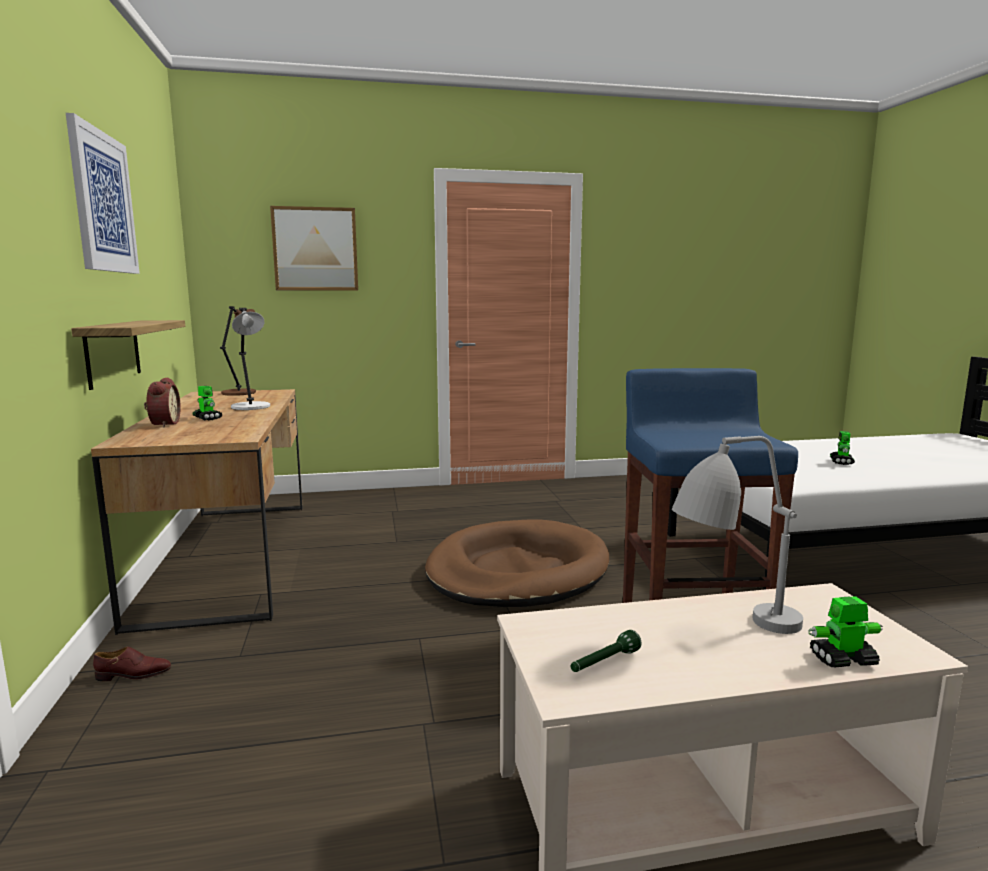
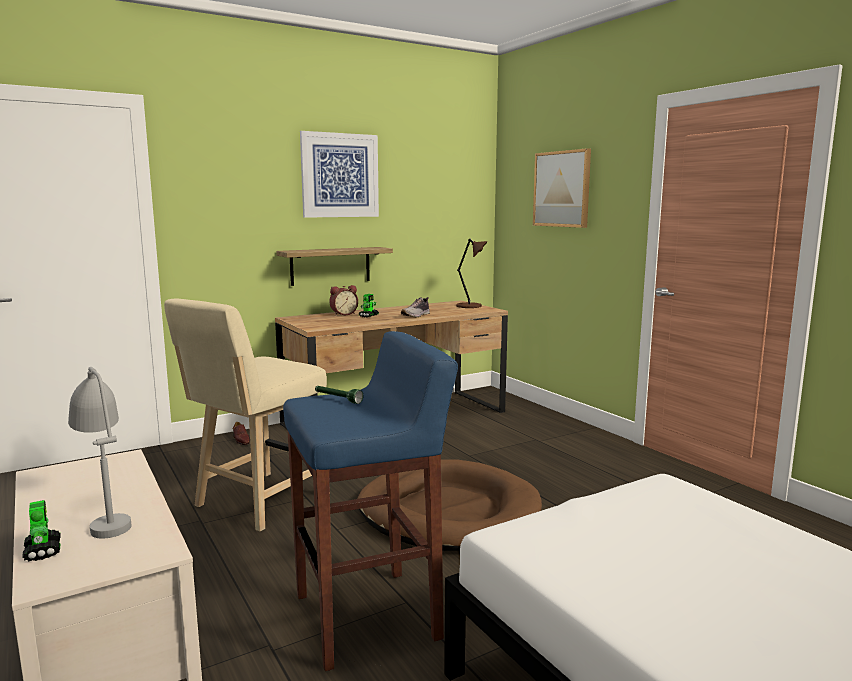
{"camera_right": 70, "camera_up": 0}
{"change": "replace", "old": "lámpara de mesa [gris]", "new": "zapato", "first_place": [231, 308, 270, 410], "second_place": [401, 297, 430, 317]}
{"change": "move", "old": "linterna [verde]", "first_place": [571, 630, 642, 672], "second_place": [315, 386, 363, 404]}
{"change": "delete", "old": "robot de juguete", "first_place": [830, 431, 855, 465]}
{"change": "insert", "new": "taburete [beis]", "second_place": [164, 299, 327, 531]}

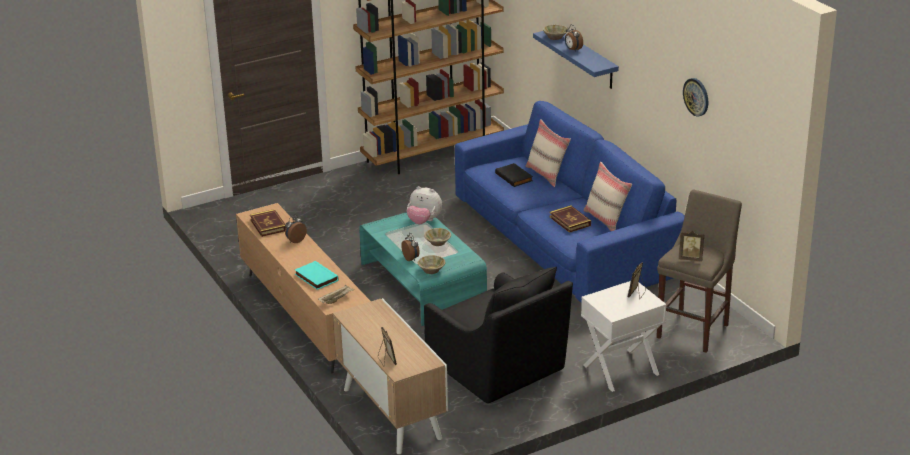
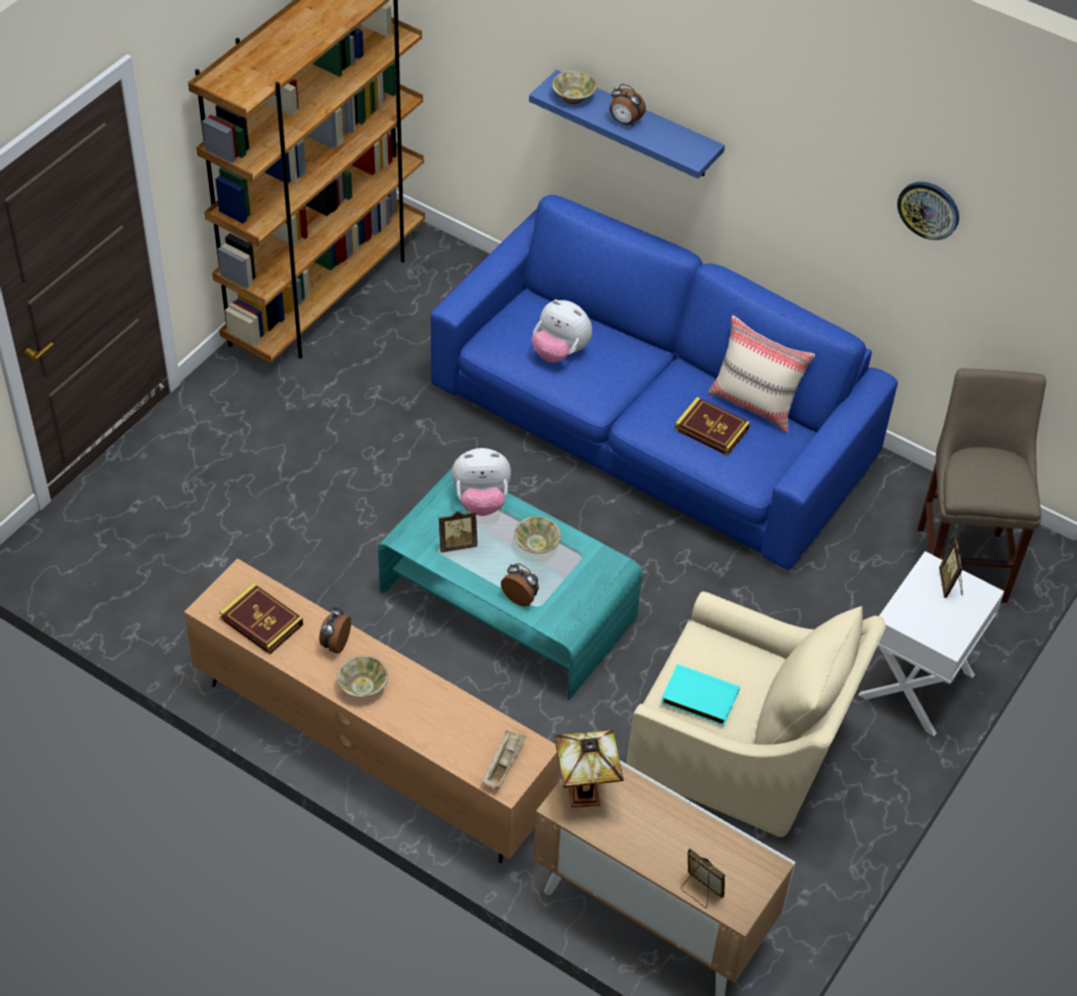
{"camera_right": -30, "camera_up": 20}
{"change": "move", "old": "libro [turquesa]", "first_place": [295, 261, 338, 290], "second_place": [661, 664, 740, 726]}
{"change": "move", "old": "cuenco [beis]", "first_place": [418, 255, 446, 274], "second_place": [337, 656, 388, 698]}
{"change": "recolor", "old": "sillón [negro]", "new": "sillón [beis]", "first_place": [424, 267, 573, 403], "second_place": [626, 591, 886, 837]}
{"change": "replace", "old": "libro [negro]", "new": "peluche", "first_place": [495, 163, 533, 187], "second_place": [532, 299, 592, 363]}
{"change": "delete", "old": "cojín [beis]", "first_place": [525, 119, 571, 187]}
{"change": "move", "old": "portarretratos", "first_place": [679, 230, 704, 262], "second_place": [439, 511, 477, 553]}
{"change": "insert", "new": "lámpara de mesa", "second_place": [555, 730, 624, 807]}

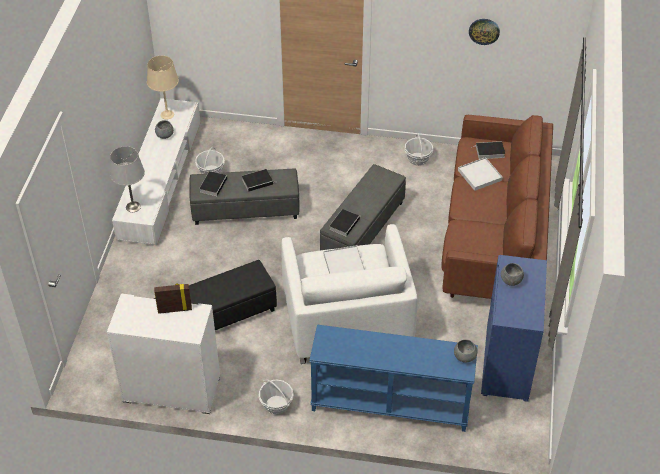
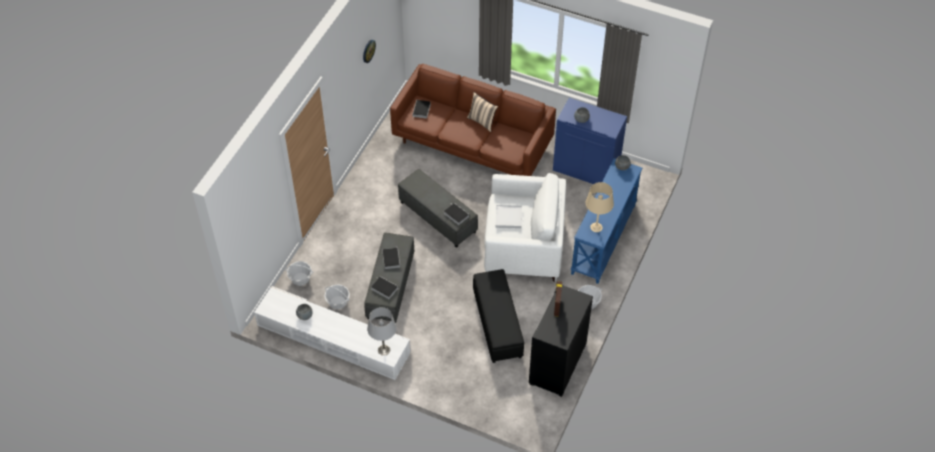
{"camera_right": -75, "camera_up": 5}
{"change": "recolor", "old": "armario [blanco]", "new": "armario [negro]", "first_place": [107, 293, 220, 414], "second_place": [529, 285, 593, 397]}
{"change": "move", "old": "lámpara de mesa [beis]", "first_place": [147, 56, 179, 119], "second_place": [586, 182, 614, 232]}
{"change": "move", "old": "cesta", "first_place": [405, 134, 433, 166], "second_place": [285, 261, 313, 286]}
{"change": "delete", "old": "bandeja [blanco]", "first_place": [458, 157, 503, 191]}
{"change": "insert", "new": "cojín [beis]", "second_place": [467, 92, 498, 132]}

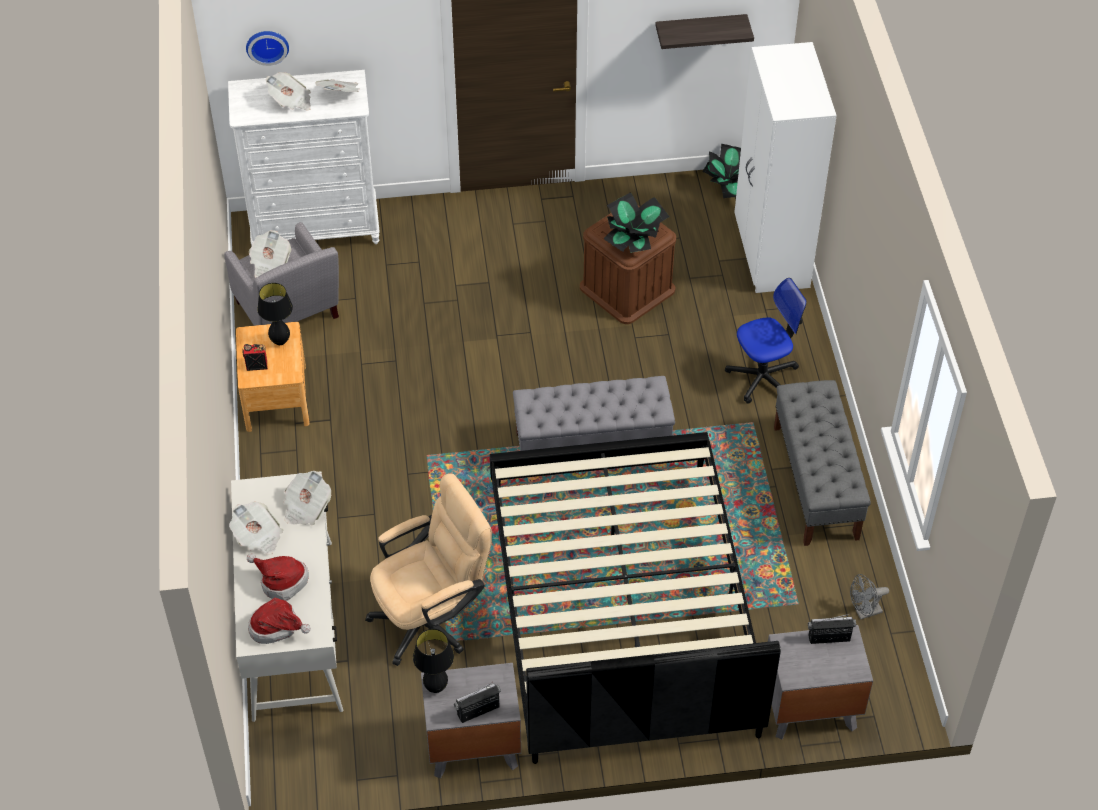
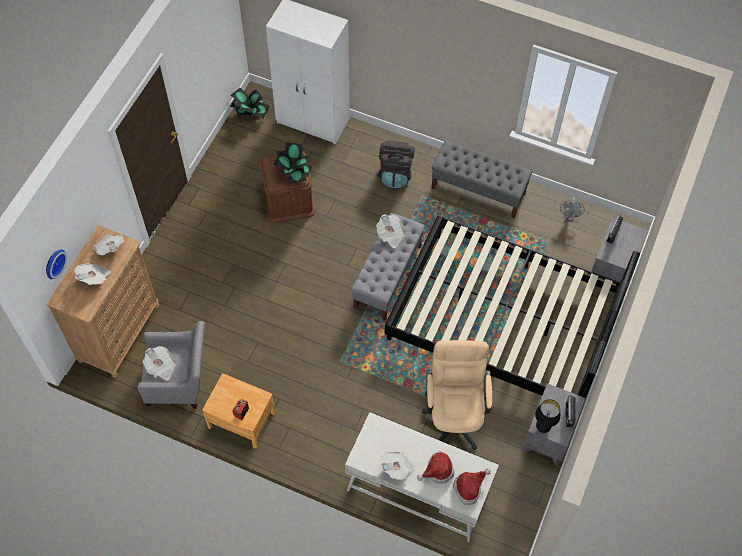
{"camera_right": -60, "camera_up": 10}
{"change": "recolor", "old": "cómoda [blanco]", "new": "cómoda [marrón]", "first_place": [228, 70, 380, 245], "second_place": [46, 225, 159, 377]}
{"change": "delete", "old": "lámpara de mesa [negro]", "first_place": [257, 283, 293, 345]}
{"change": "move", "old": "periódico", "first_place": [284, 471, 331, 525], "second_place": [376, 214, 405, 248]}
{"change": "delete", "old": "estante", "first_place": [655, 14, 754, 49]}
{"change": "replace", "old": "silla de oficina", "new": "mochila [negro]", "first_place": [725, 278, 807, 404], "second_place": [378, 140, 415, 188]}

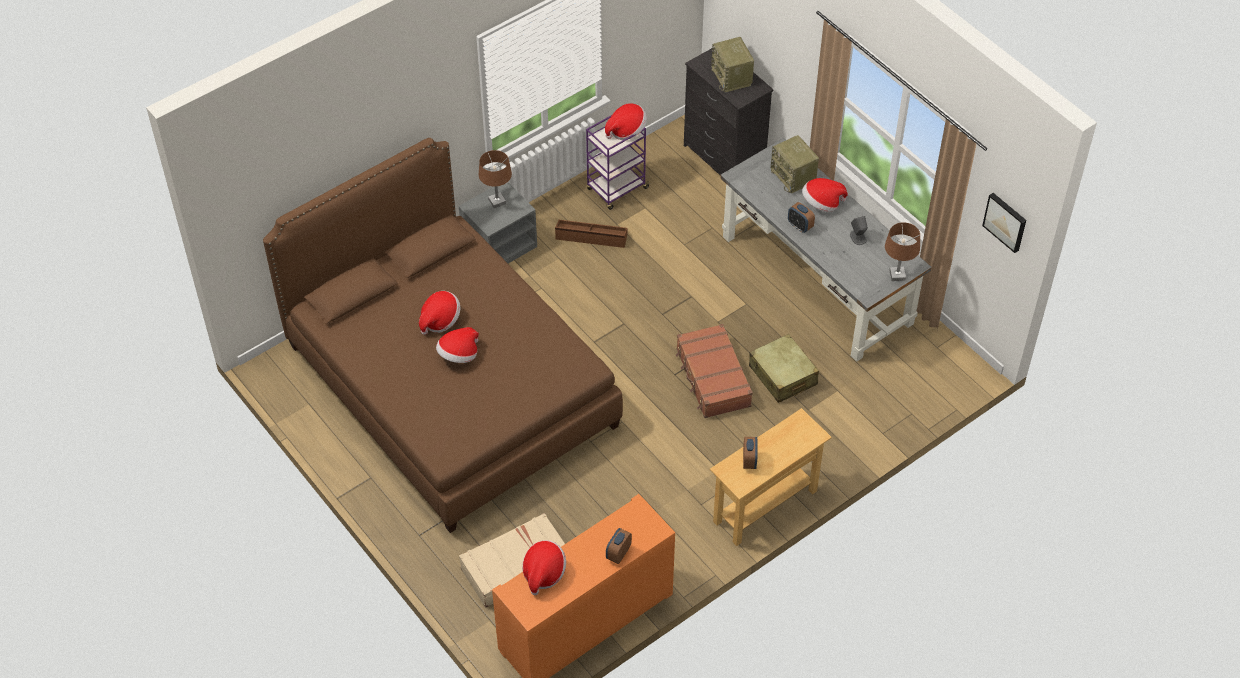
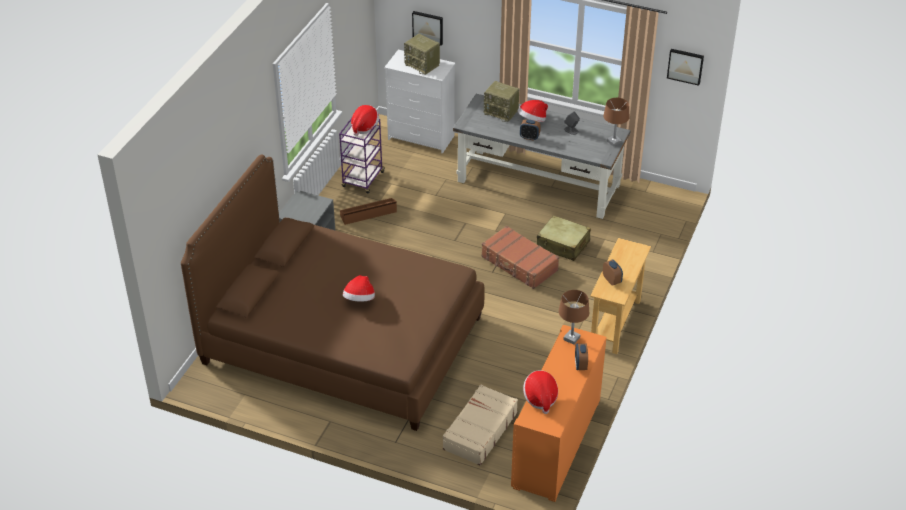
{"camera_right": -30, "camera_up": -10}
{"change": "delete", "old": "sombrero", "first_place": [419, 291, 460, 335]}
{"change": "move", "old": "lámpara de mesa [marrón]", "first_place": [479, 150, 512, 208], "second_place": [559, 290, 589, 345]}
{"change": "recolor", "old": "cómoda [negro]", "new": "cómoda [blanco]", "first_place": [684, 47, 774, 176], "second_place": [384, 50, 456, 154]}
{"change": "insert", "new": "cuadro", "second_place": [412, 11, 443, 46]}

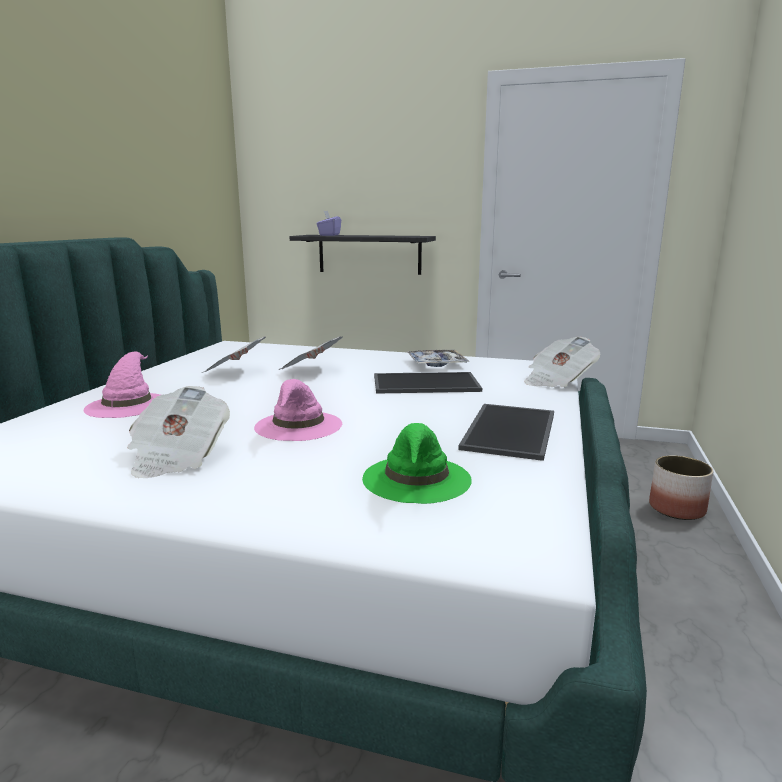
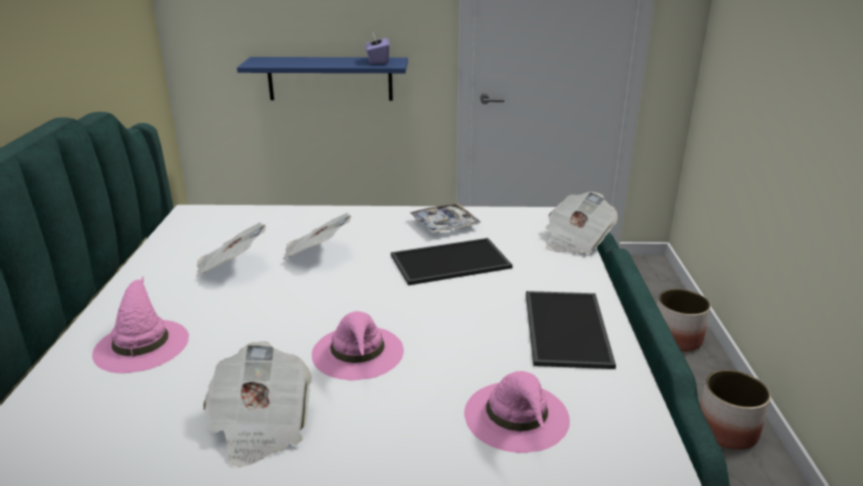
{"camera_right": -15, "camera_up": 10}
{"change": "recolor", "old": "estante [negro]", "new": "estante [azul]", "first_place": [289, 235, 436, 275], "second_place": [237, 57, 408, 101]}
{"change": "move", "old": "caja de pañuelos [morado]", "first_place": [316, 211, 341, 236], "second_place": [365, 32, 390, 64]}
{"change": "recolor", "old": "sombrero [verde]", "new": "sombrero [rosa]", "first_place": [362, 423, 472, 504], "second_place": [464, 371, 570, 453]}
{"change": "insert", "new": "maceta", "second_place": [700, 370, 771, 450]}

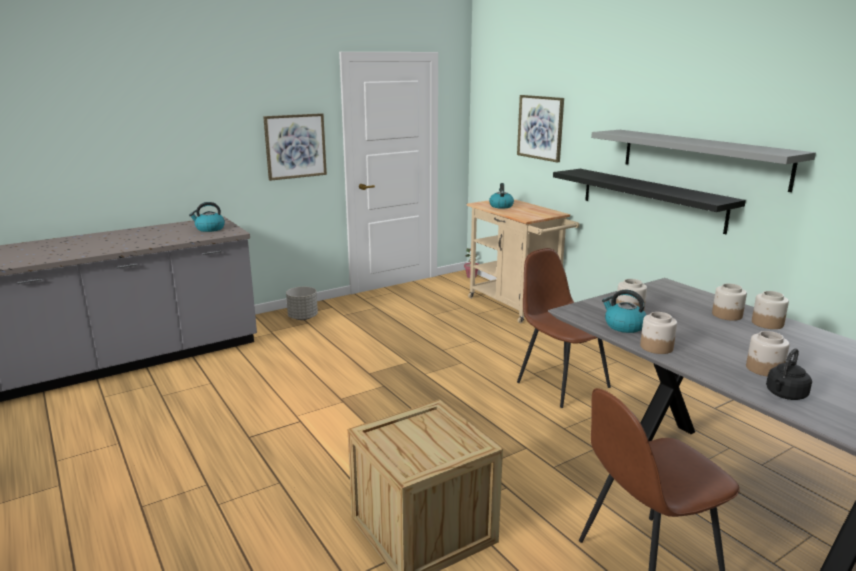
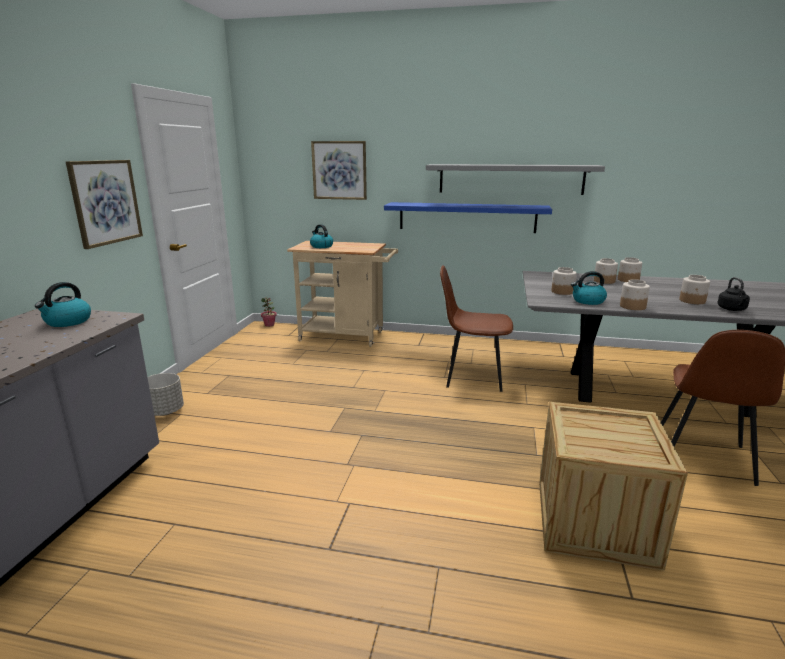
{"camera_right": -45, "camera_up": 0}
{"change": "recolor", "old": "estante [negro]", "new": "estante [azul]", "first_place": [553, 169, 746, 234], "second_place": [384, 202, 552, 233]}

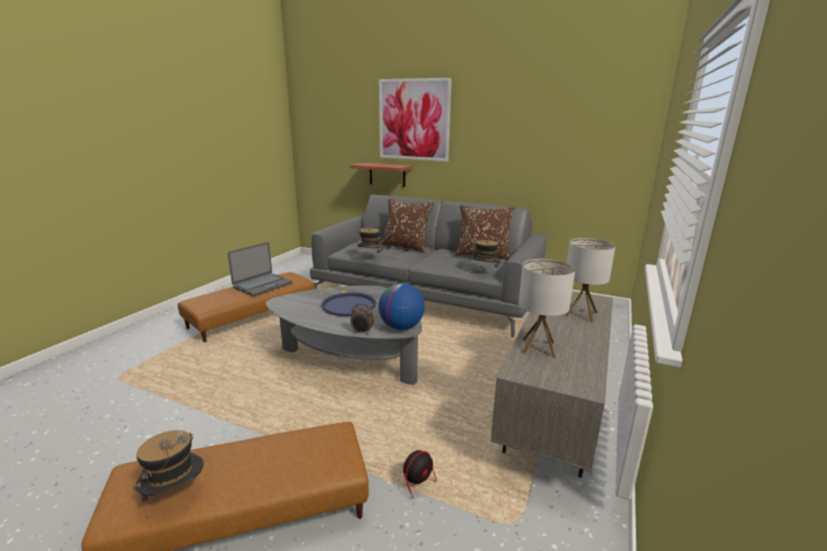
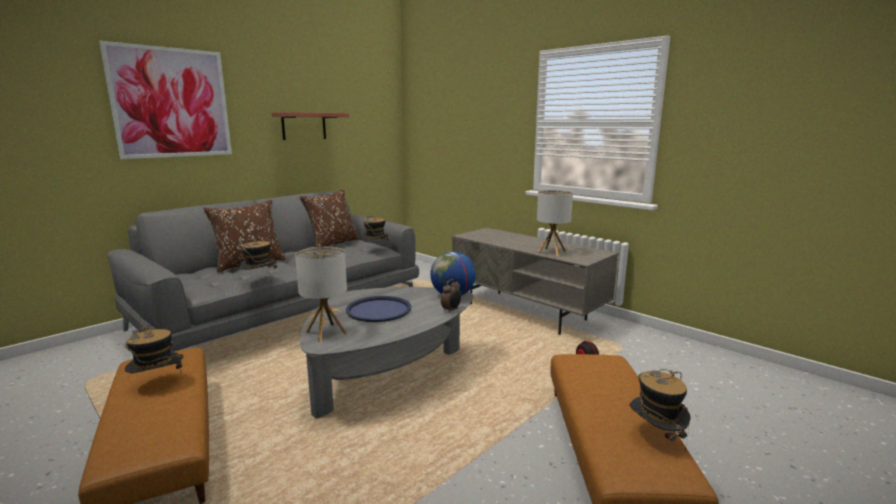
{"camera_right": -70, "camera_up": -5}
{"change": "replace", "old": "portátil", "new": "sombrero", "first_place": [228, 242, 292, 296], "second_place": [124, 325, 183, 374]}
{"change": "move", "old": "estante", "first_place": [350, 162, 413, 187], "second_place": [271, 112, 349, 140]}
{"change": "move", "old": "lámpara de mesa", "first_place": [565, 238, 616, 322], "second_place": [295, 247, 347, 342]}

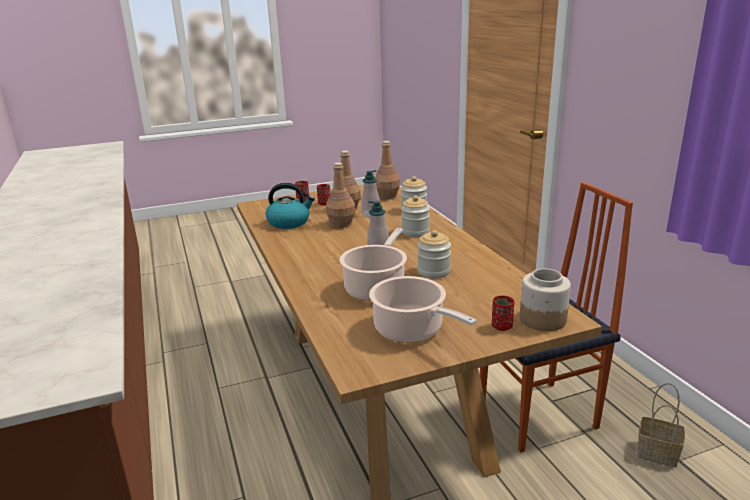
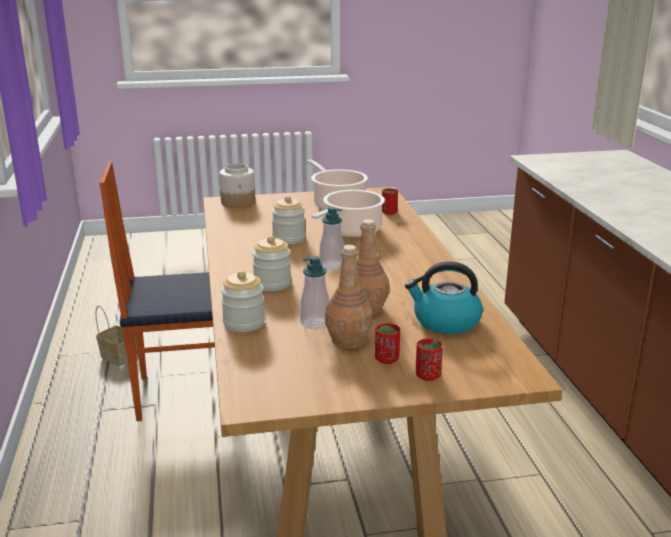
{"camera_right": -170, "camera_up": 0}
{"change": "delete", "old": "botella [marrón]", "first_place": [375, 141, 400, 199]}
{"change": "move", "old": "taza [rojo]", "first_place": [492, 295, 515, 331], "second_place": [382, 188, 398, 215]}

